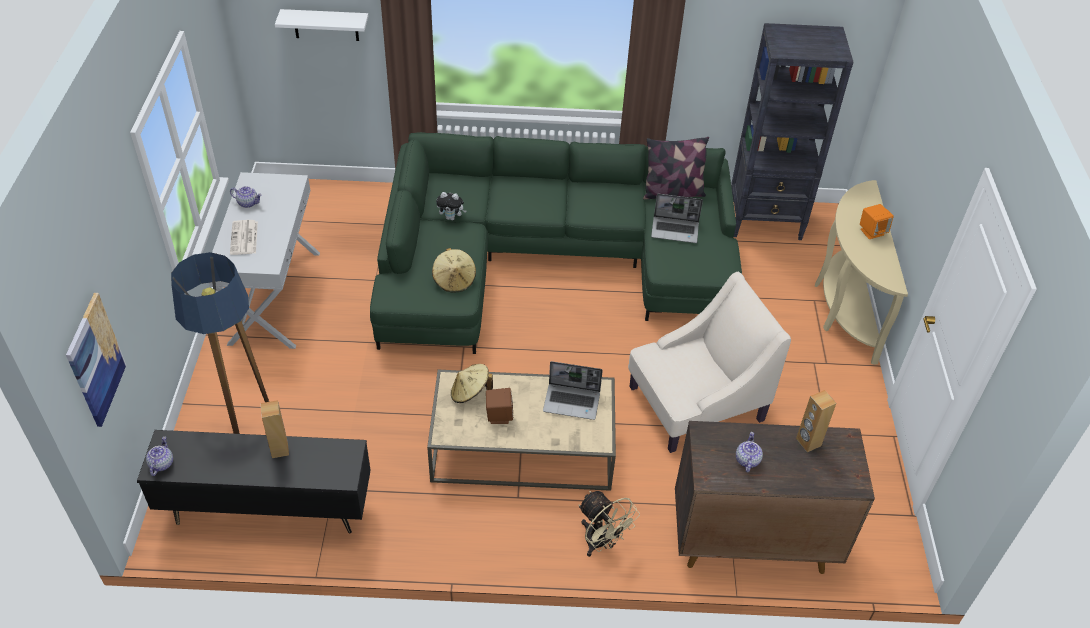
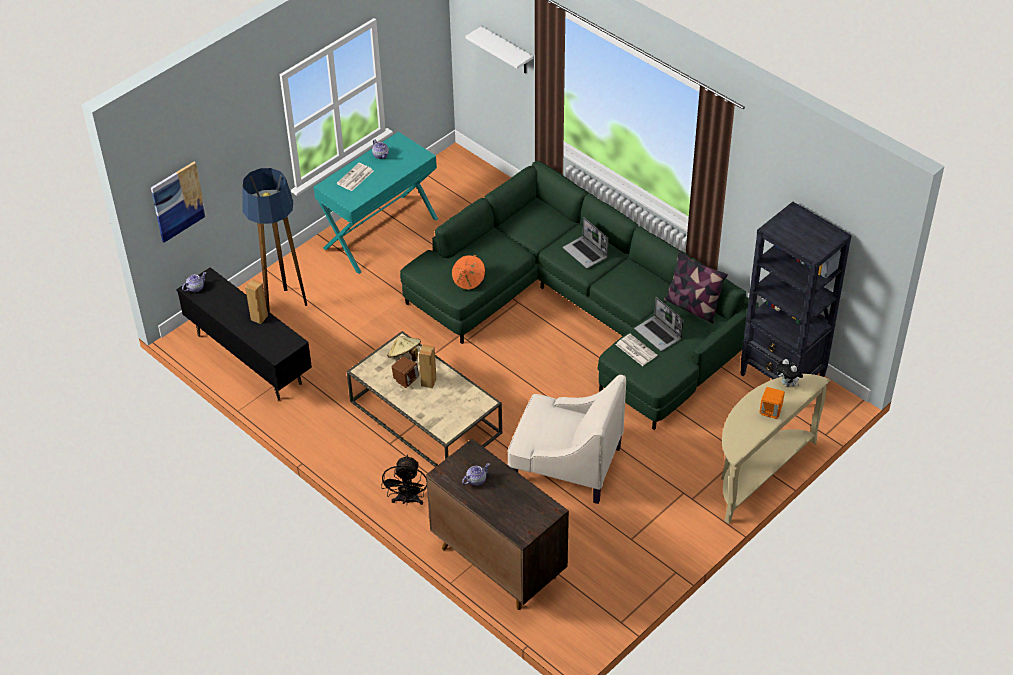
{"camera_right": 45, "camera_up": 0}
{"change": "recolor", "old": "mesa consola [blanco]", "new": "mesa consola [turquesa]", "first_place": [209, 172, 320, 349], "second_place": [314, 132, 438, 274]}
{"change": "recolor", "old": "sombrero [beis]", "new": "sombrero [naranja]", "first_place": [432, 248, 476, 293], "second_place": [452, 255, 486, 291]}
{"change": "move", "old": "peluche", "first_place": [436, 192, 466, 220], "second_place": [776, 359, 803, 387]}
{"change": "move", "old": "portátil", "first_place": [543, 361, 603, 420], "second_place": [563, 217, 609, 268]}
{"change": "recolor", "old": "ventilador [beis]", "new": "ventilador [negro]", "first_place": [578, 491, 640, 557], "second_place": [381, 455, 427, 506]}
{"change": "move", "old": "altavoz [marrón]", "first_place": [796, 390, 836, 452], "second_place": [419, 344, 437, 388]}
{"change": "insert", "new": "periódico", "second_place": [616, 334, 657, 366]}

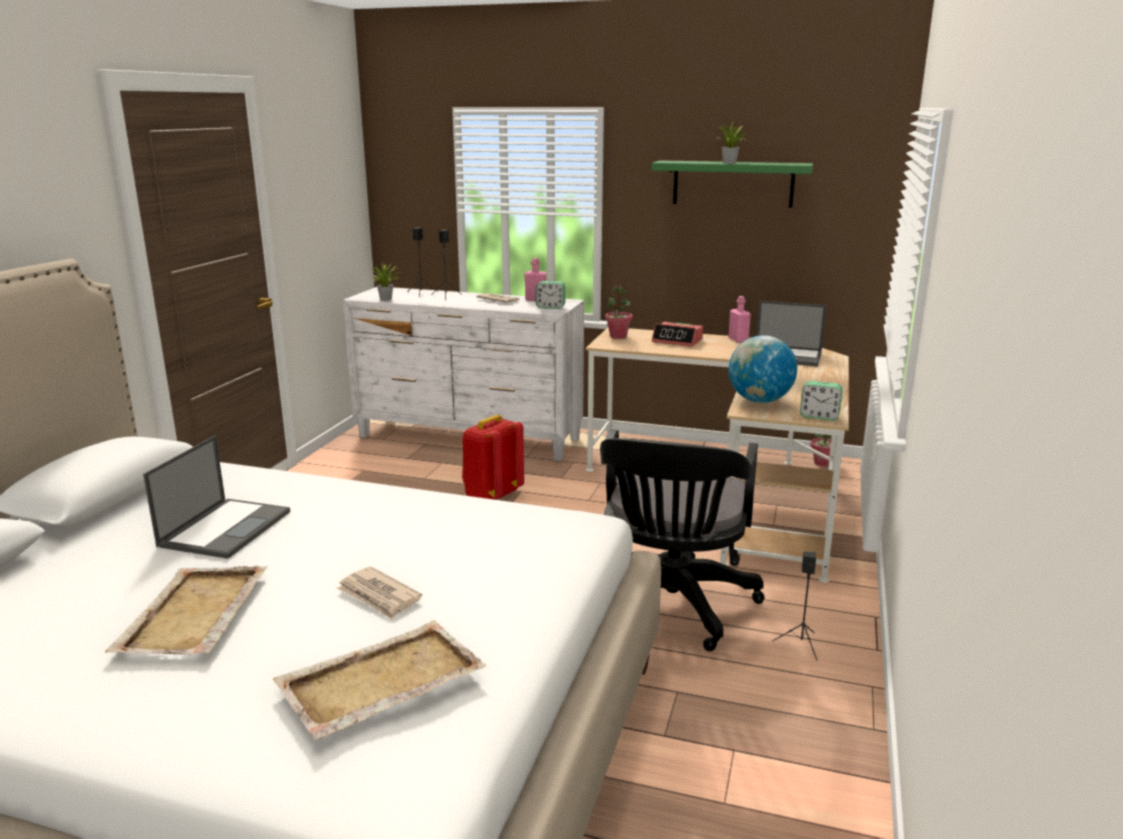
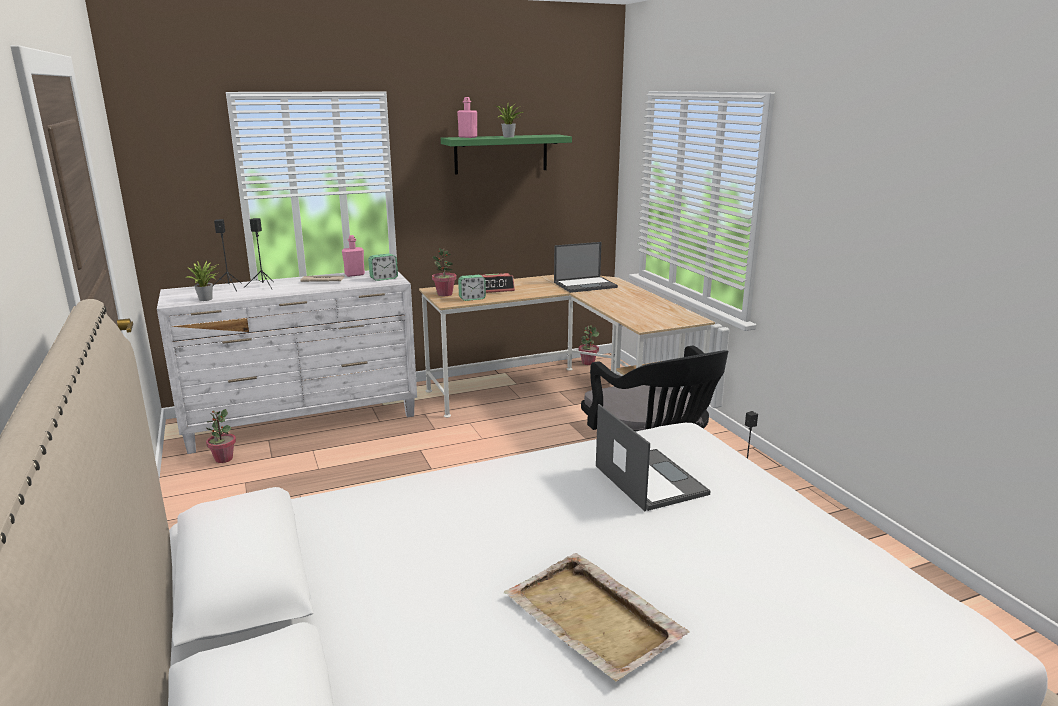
{"camera_right": -40, "camera_up": 0}
{"change": "move", "old": "portátil", "first_place": [143, 436, 290, 559], "second_place": [596, 404, 711, 511]}
{"change": "delete", "old": "bandeja [beis]", "first_place": [273, 620, 487, 739]}
{"change": "delete", "old": "periódico", "first_place": [337, 566, 422, 619]}
{"change": "delete", "old": "mochila [rojo]", "first_place": [462, 415, 524, 500]}
{"change": "move", "old": "botella [rosa]", "first_place": [729, 296, 751, 343], "second_place": [457, 97, 477, 138]}
{"change": "delete", "old": "globo terráqueo", "first_place": [729, 335, 797, 403]}
{"change": "move", "old": "despertador", "first_place": [800, 381, 843, 421], "second_place": [458, 275, 486, 301]}
{"change": "insert", "new": "planta en maceta", "second_place": [205, 409, 236, 463]}

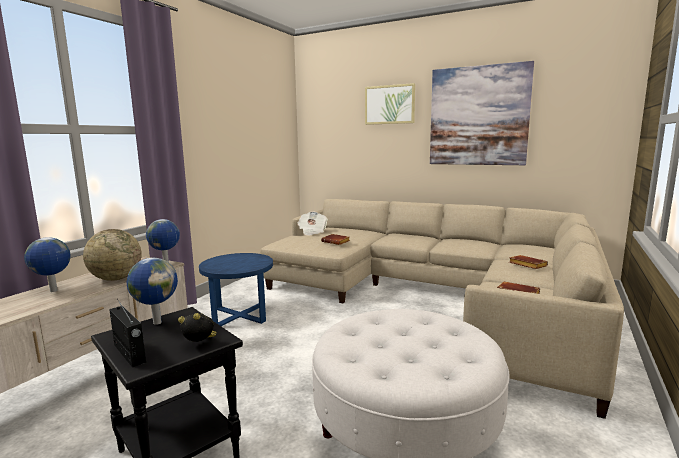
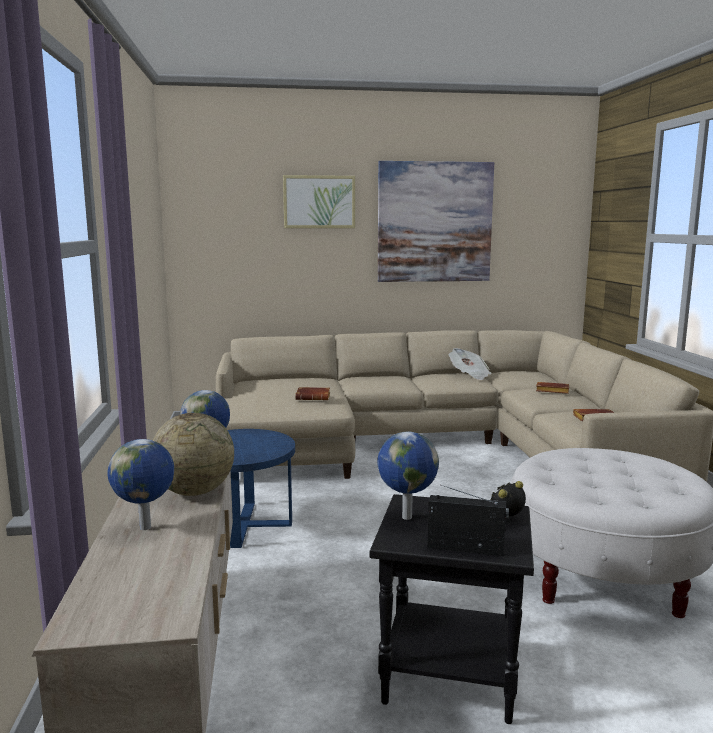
{"camera_right": -35, "camera_up": 0}
{"change": "move", "old": "periódico", "first_place": [297, 211, 328, 236], "second_place": [449, 348, 492, 380]}

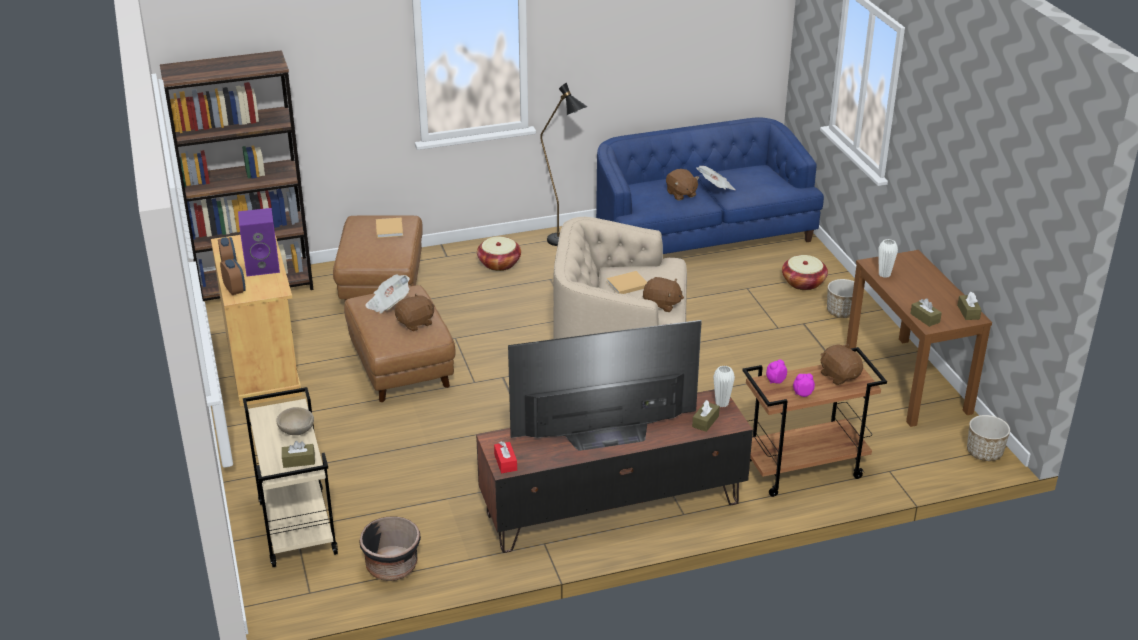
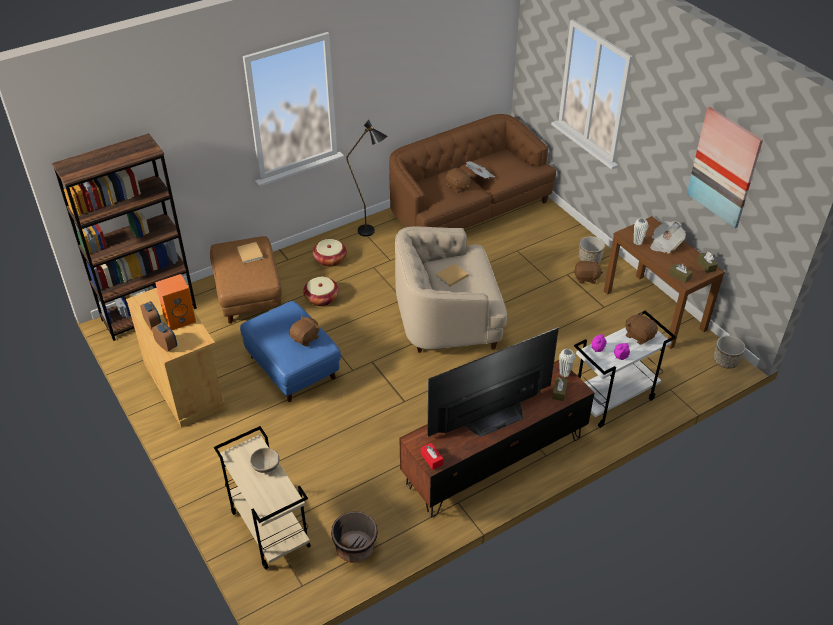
{"camera_right": -15, "camera_up": 10}
{"change": "recolor", "old": "altavoz [morado]", "new": "altavoz [naranja]", "first_place": [238, 208, 280, 276], "second_place": [155, 274, 196, 330]}
{"change": "delete", "old": "caja de pañuelos [marrón]", "first_place": [282, 441, 315, 468]}
{"change": "recolor", "old": "puf [marrón]", "new": "puf [azul]", "first_place": [344, 285, 456, 402], "second_place": [240, 301, 341, 402]}
{"change": "move", "old": "periódico", "first_place": [365, 274, 410, 314], "second_place": [650, 221, 686, 253]}
{"change": "recolor", "old": "sofá [azul]", "new": "sofá [marrón]", "first_place": [596, 118, 824, 254], "second_place": [389, 114, 556, 229]}
{"change": "move", "old": "peluche [marrón]", "first_place": [643, 277, 684, 312], "second_place": [574, 260, 603, 284]}
{"change": "recolor", "old": "carrito [marrón]", "new": "carrito [blanco]", "first_place": [742, 347, 887, 497], "second_place": [574, 311, 676, 428]}
{"change": "move", "old": "cesta", "first_place": [782, 255, 828, 290], "second_place": [303, 277, 339, 306]}
{"change": "insert", "new": "cuadro", "second_place": [687, 107, 763, 228]}

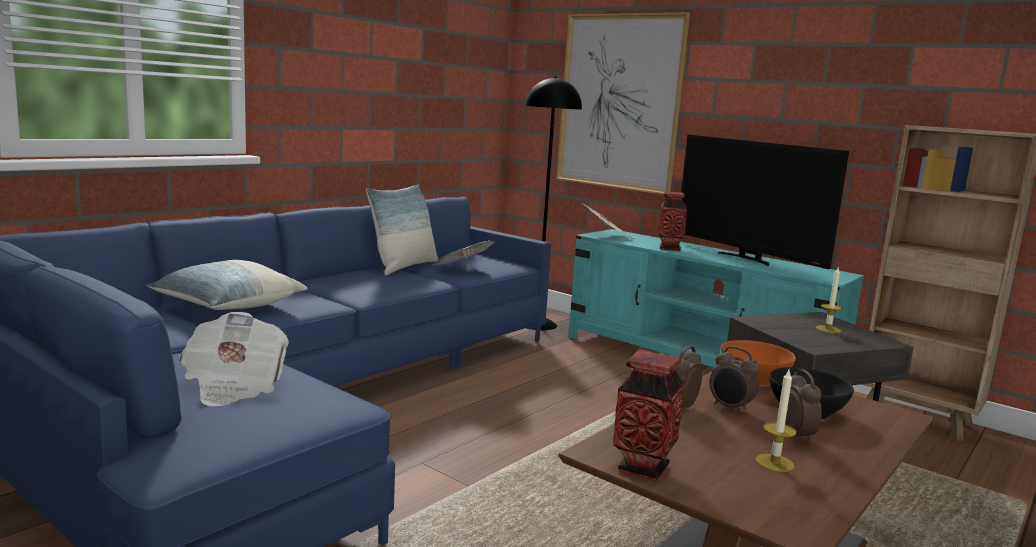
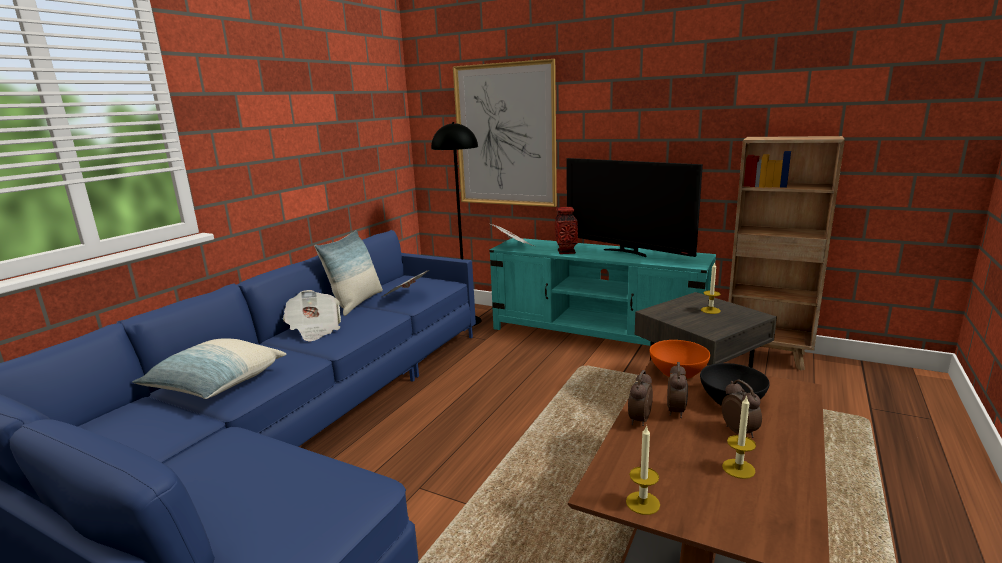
{"camera_right": -10, "camera_up": 5}
{"change": "move", "old": "periódico", "first_place": [179, 312, 289, 406], "second_place": [283, 290, 341, 342]}
{"change": "replace", "old": "florero", "new": "vela", "first_place": [613, 350, 685, 481], "second_place": [626, 425, 660, 515]}
{"change": "rotate", "old": "despertador", "first_place": [709, 346, 760, 414], "second_place": [667, 362, 688, 418], "degrees": -105}

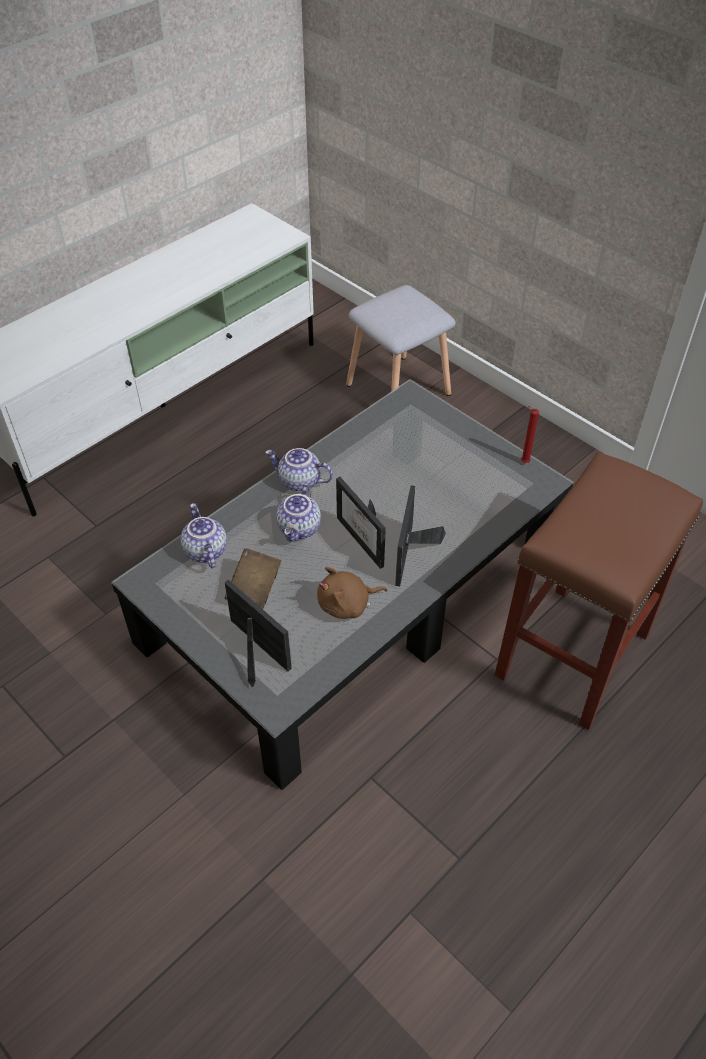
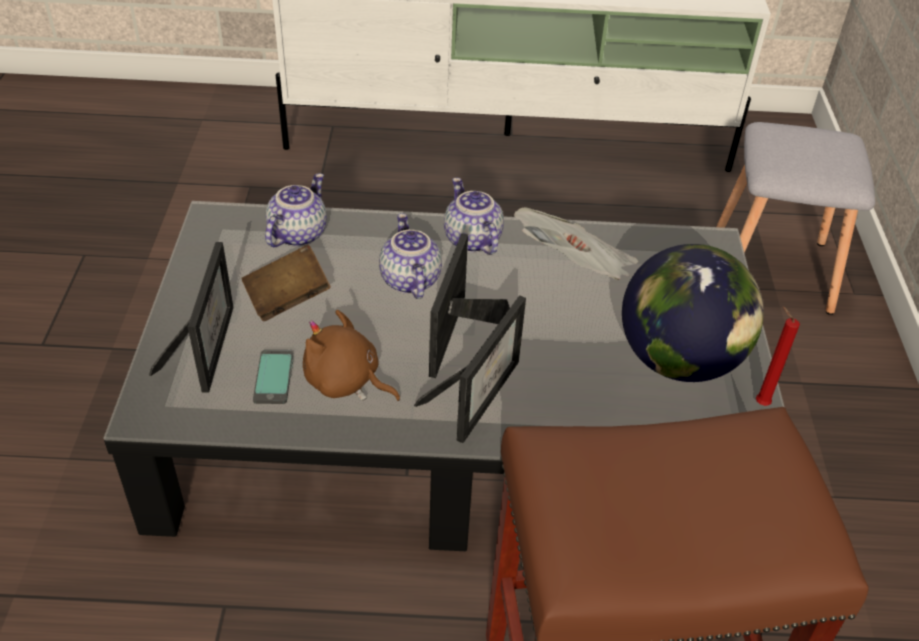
{"camera_right": 45, "camera_up": -5}
{"change": "rotate", "old": "tetera", "first_place": [276, 483, 321, 542], "second_place": [379, 213, 442, 299], "degrees": 105}
{"change": "rotate", "old": "portarretratos", "first_place": [395, 486, 446, 586], "second_place": [414, 295, 526, 443], "degrees": 150}
{"change": "insert", "new": "móvil", "second_place": [253, 350, 294, 404]}
{"change": "insert", "new": "periódico", "second_place": [514, 207, 638, 280]}
{"change": "insert", "new": "globo terráqueo", "second_place": [622, 244, 764, 382]}

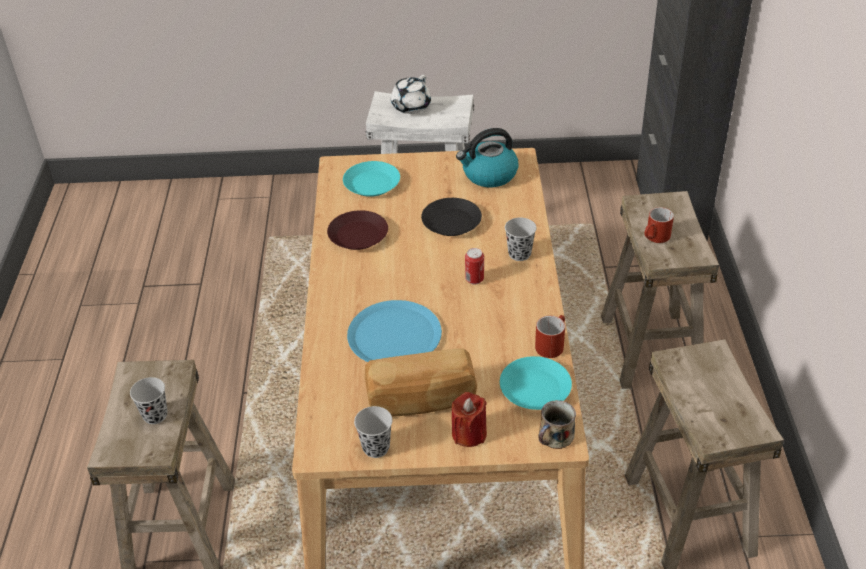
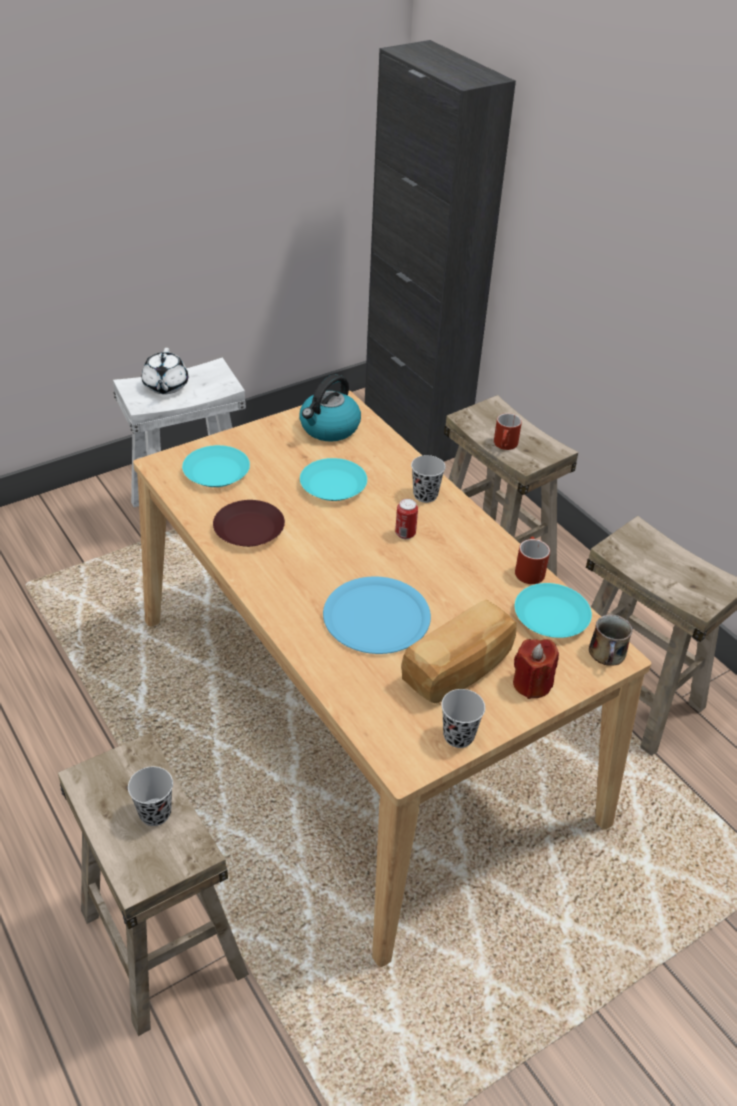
{"camera_right": -35, "camera_up": 0}
{"change": "recolor", "old": "plato [negro]", "new": "plato [turquesa]", "first_place": [421, 198, 482, 236], "second_place": [300, 458, 367, 501]}

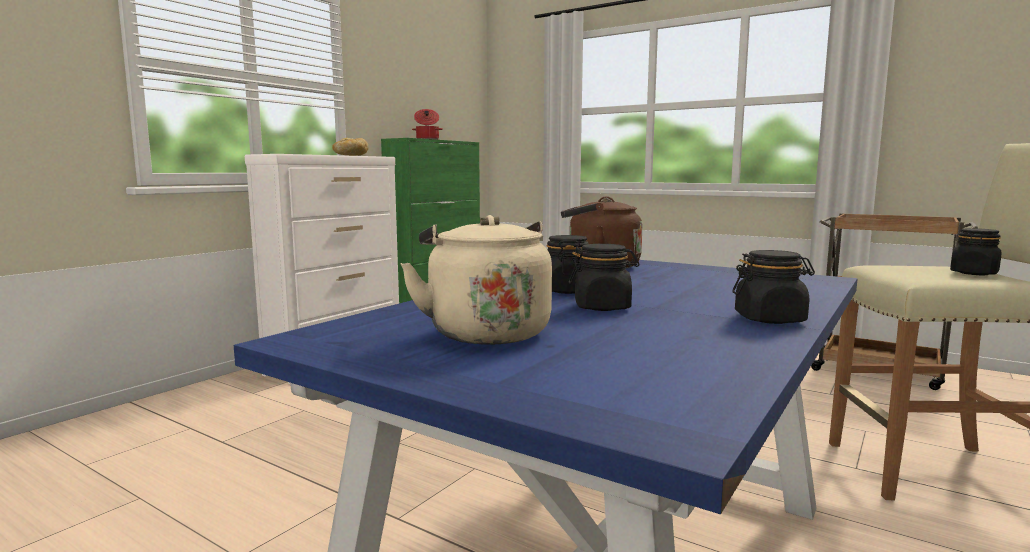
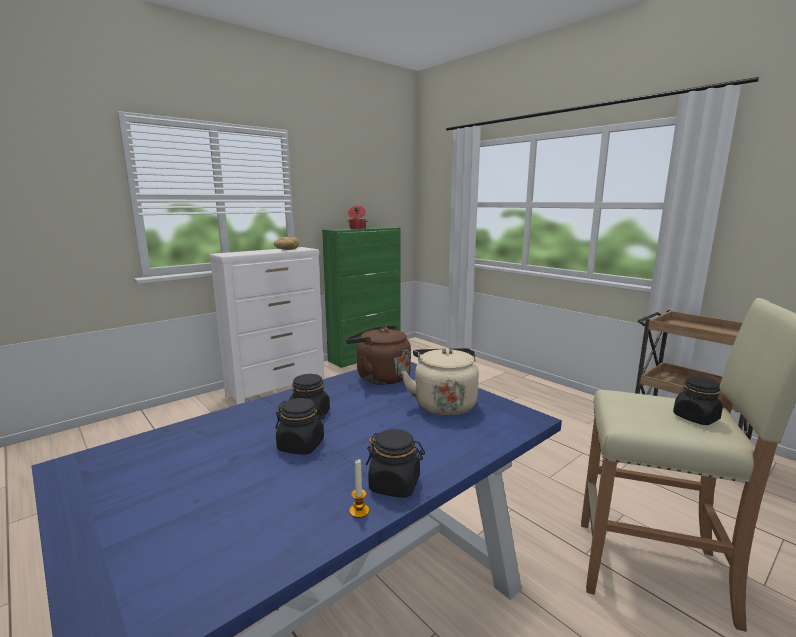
{"camera_right": 15, "camera_up": 5}
{"change": "move", "old": "hervidor [beis]", "first_place": [400, 215, 552, 345], "second_place": [401, 348, 479, 416]}
{"change": "insert", "new": "vela", "second_place": [349, 459, 369, 518]}

